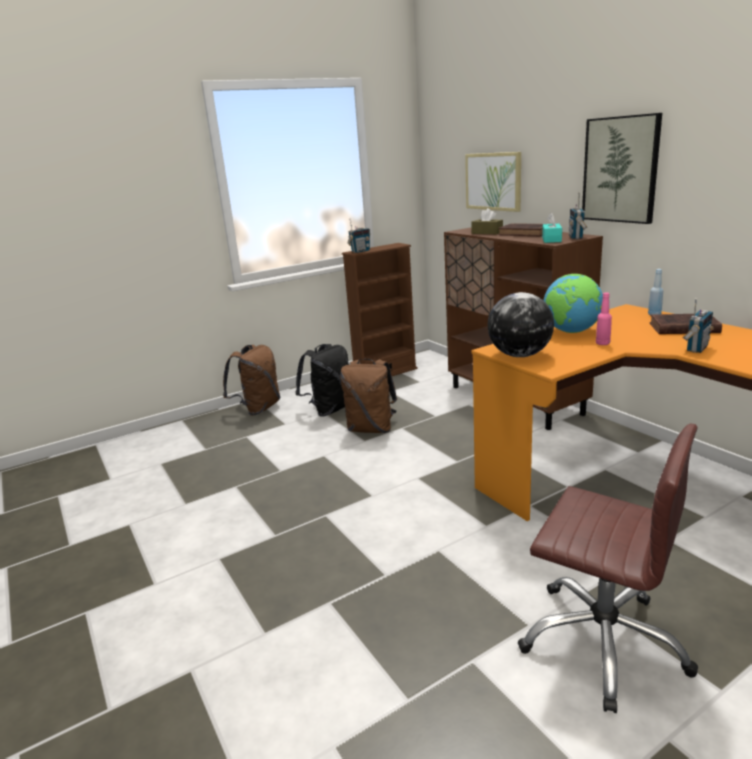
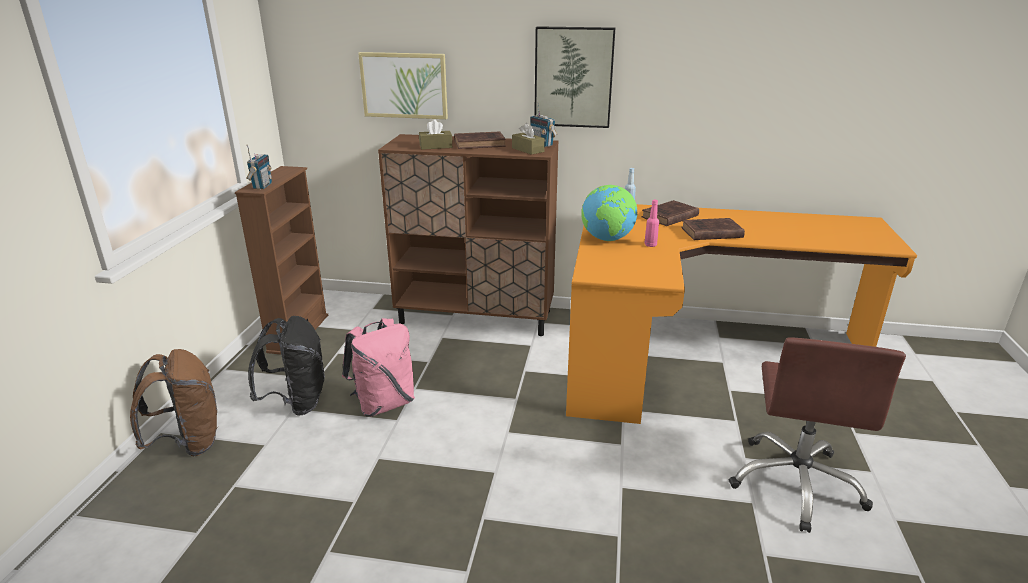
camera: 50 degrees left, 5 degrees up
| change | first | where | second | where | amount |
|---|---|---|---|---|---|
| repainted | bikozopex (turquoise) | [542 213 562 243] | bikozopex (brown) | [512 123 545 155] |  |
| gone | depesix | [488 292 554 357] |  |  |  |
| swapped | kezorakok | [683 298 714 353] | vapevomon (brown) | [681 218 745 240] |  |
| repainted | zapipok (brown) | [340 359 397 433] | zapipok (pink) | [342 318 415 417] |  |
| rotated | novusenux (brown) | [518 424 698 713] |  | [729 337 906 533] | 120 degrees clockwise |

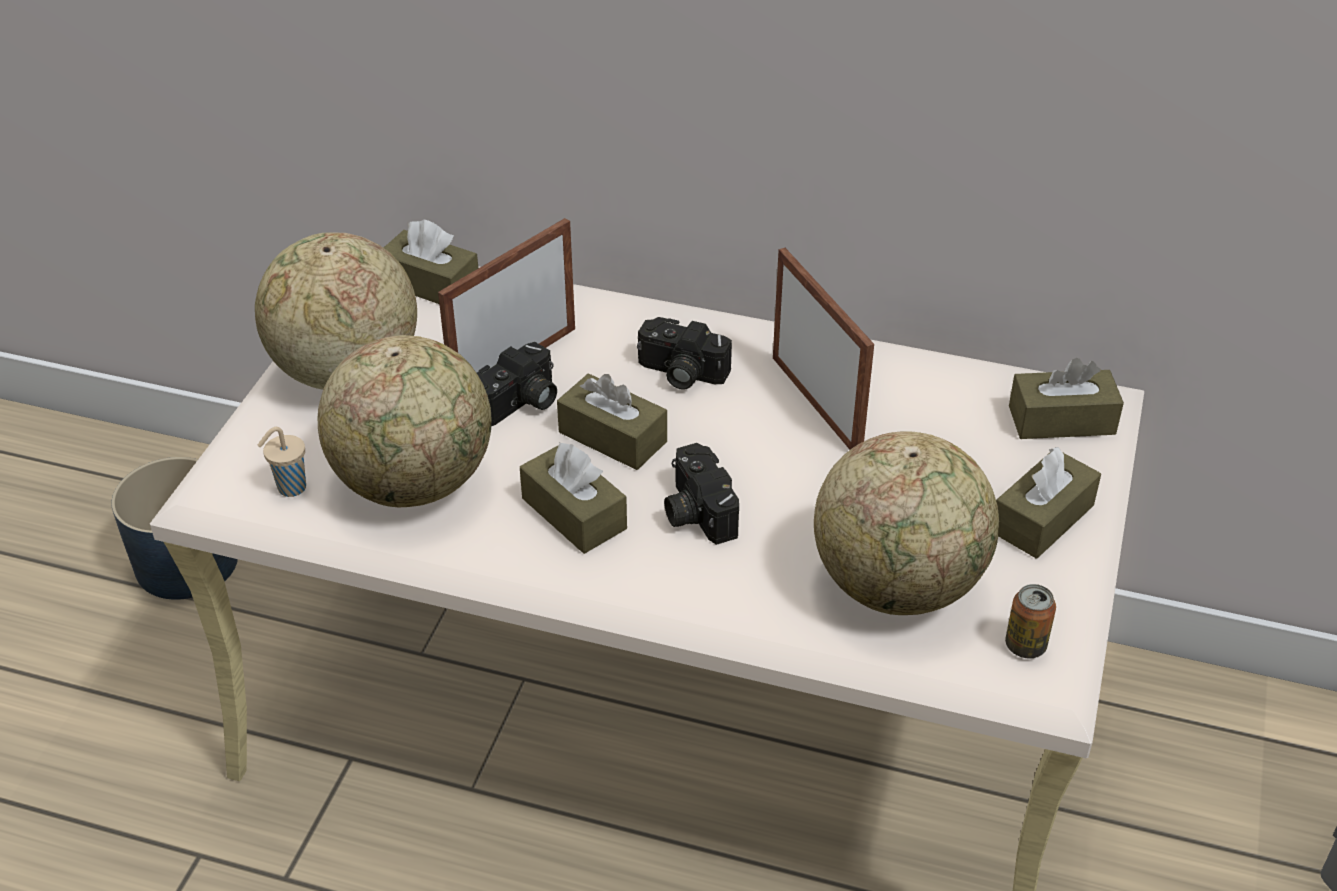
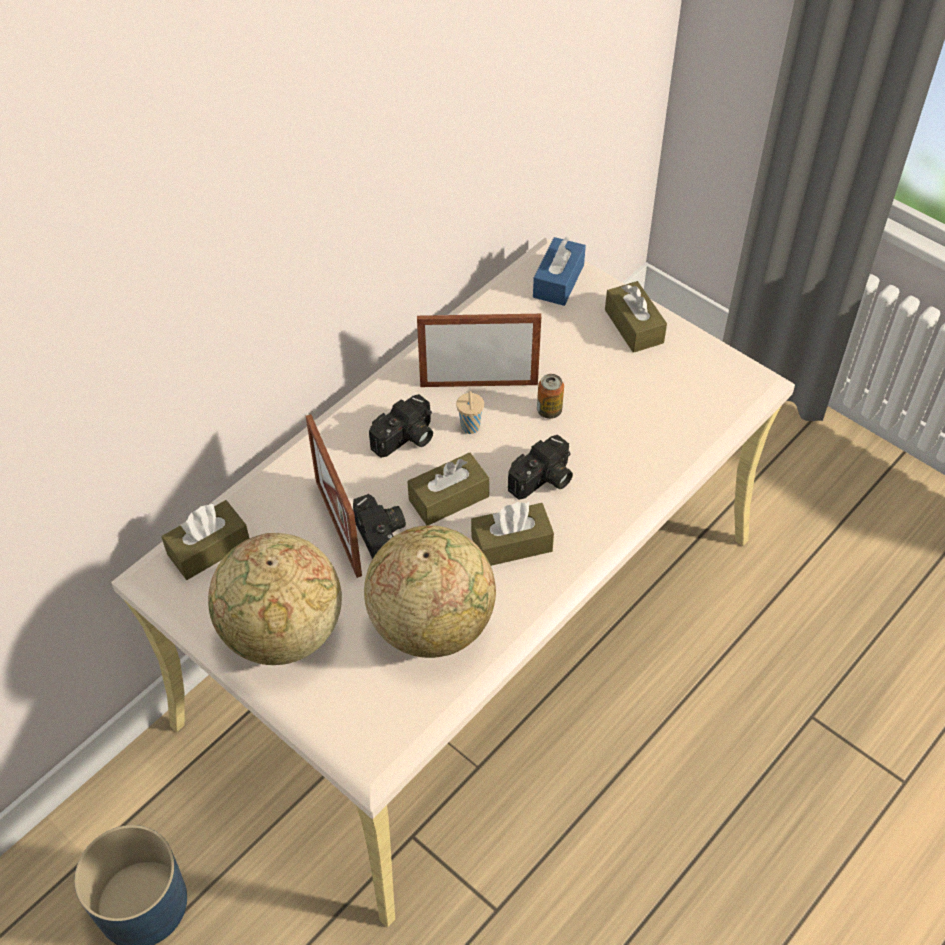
camera: 65 degrees left, 10 degrees up
| change | first | where | second | where | amount |
|---|---|---|---|---|---|
| repainted | bikozopex (brown) | [1009 358 1124 439] | bikozopex (blue) | [533 237 586 306] |  |
| shifted | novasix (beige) | [258 427 306 497] |  | [456 391 484 434] |  |
| gone | depesix | [814 431 999 615] |  |  |  |
| rotated | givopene | [664 443 739 545] |  | [508 435 573 500] | 45 degrees counterclockwise |
| shifted | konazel | [1005 584 1056 659] |  | [537 374 564 419] |  |

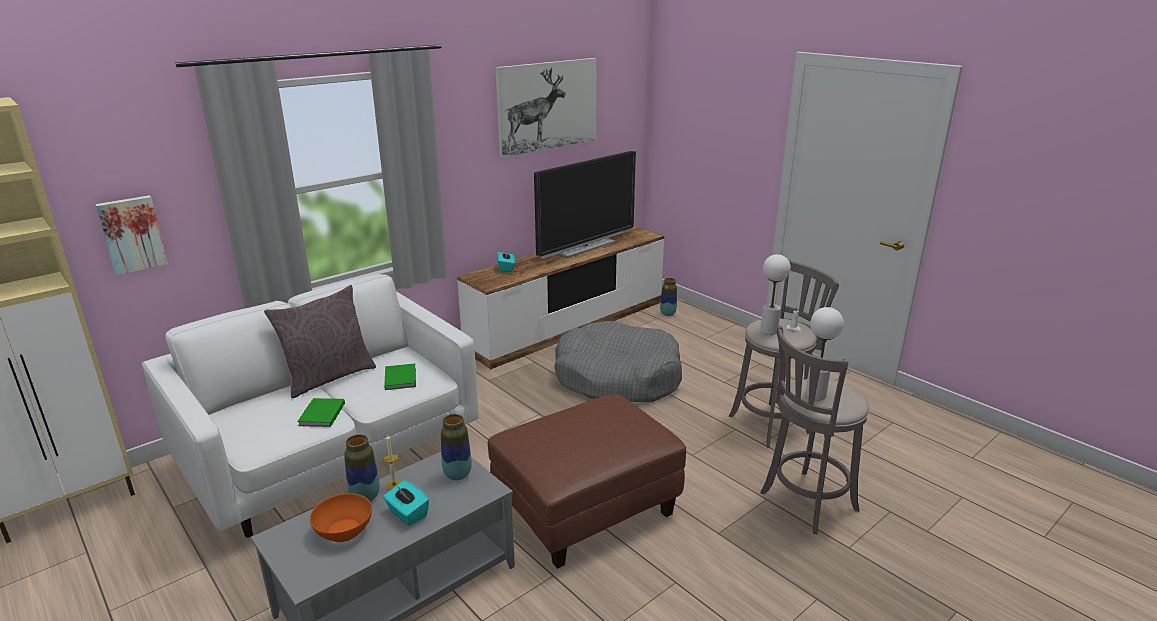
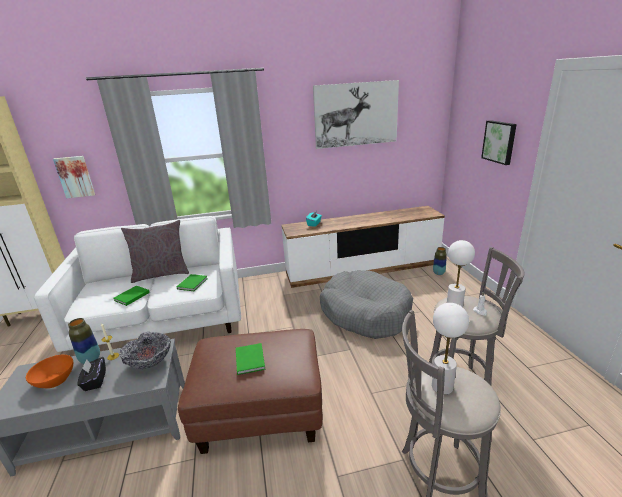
camera: 30 degrees right, 0 degrees up
| change | first | where | second | where | amount |
|---|---|---|---|---|---|
| gone | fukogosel | [534 151 636 259] |  |  |  |
| swapped | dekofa | [441 414 472 480] | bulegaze | [120 332 171 369] |  |
| repainted | bikozopex (turquoise) | [383 480 429 526] | bikozopex (black) | [77 357 106 391] |  |
| new |  |  | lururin | [481 120 517 165] |  |
| new |  |  | vapevomon (green) | [236 343 266 375] |  |

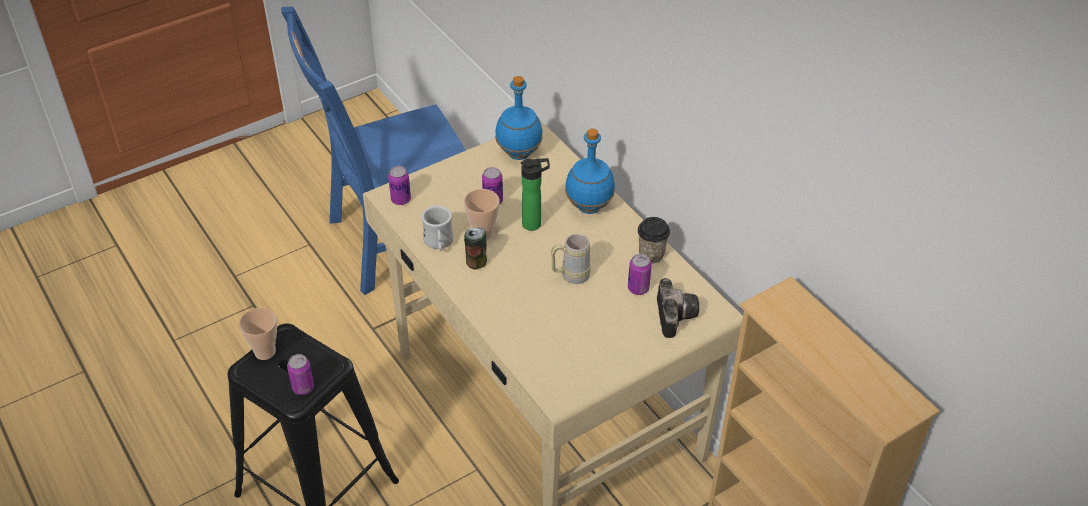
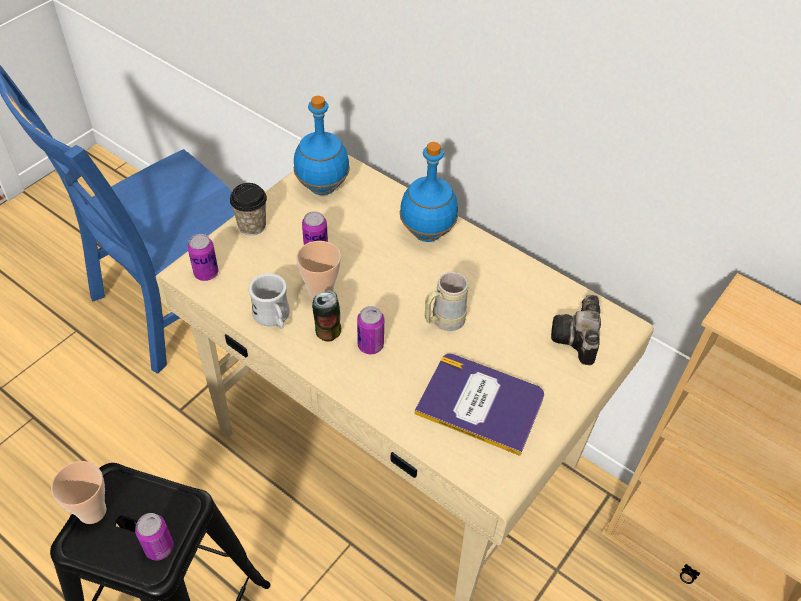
camera: 20 degrees left, 5 degrees up
| change | first | where | second | where | amount |
|---|---|---|---|---|---|
| gone | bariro | [521 158 550 231] |  |  |  |
| shifted | novasix | [638 217 670 263] |  | [230 183 267 236] |  |
| shifted | konazel | [628 254 652 295] |  | [357 306 384 354] |  |
| rotated | givopene | [657 278 699 338] |  | [551 295 601 365] | 150 degrees counterclockwise |
| new |  |  | vapevomon | [415 354 544 456] |  |

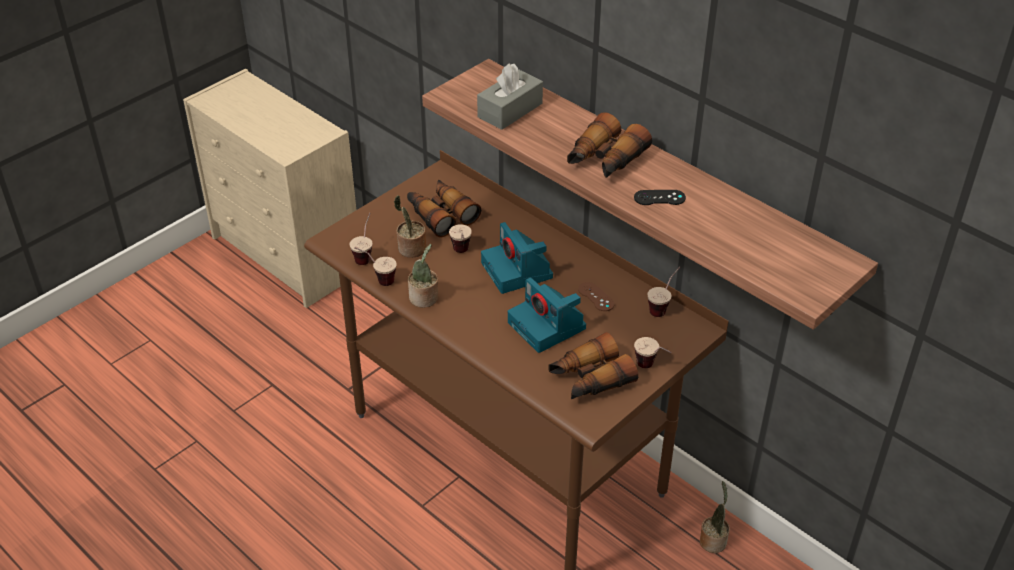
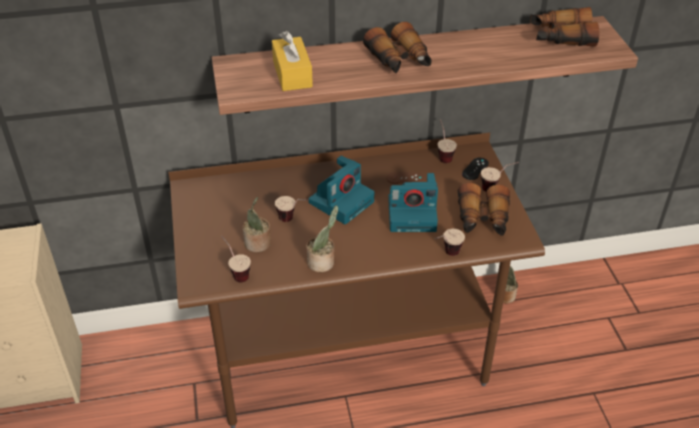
camera: 55 degrees left, 0 degrees up
| change | first | where | second | where | amount |
|---|---|---|---|---|---|
| repainted | bikozopex (grey) | [477 63 543 130] | bikozopex (yellow) | [272 31 313 91] |  |
| shifted | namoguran | [407 179 481 237] |  | [530 7 599 47] |  |
| shifted | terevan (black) | [634 190 686 205] |  | [462 158 489 180] |  |
| rotated | givopene | [481 222 553 294] |  | [308 156 374 224] | 60 degrees counterclockwise |
| shifted | novasix | [354 247 397 286] |  | [435 229 465 256] |  |

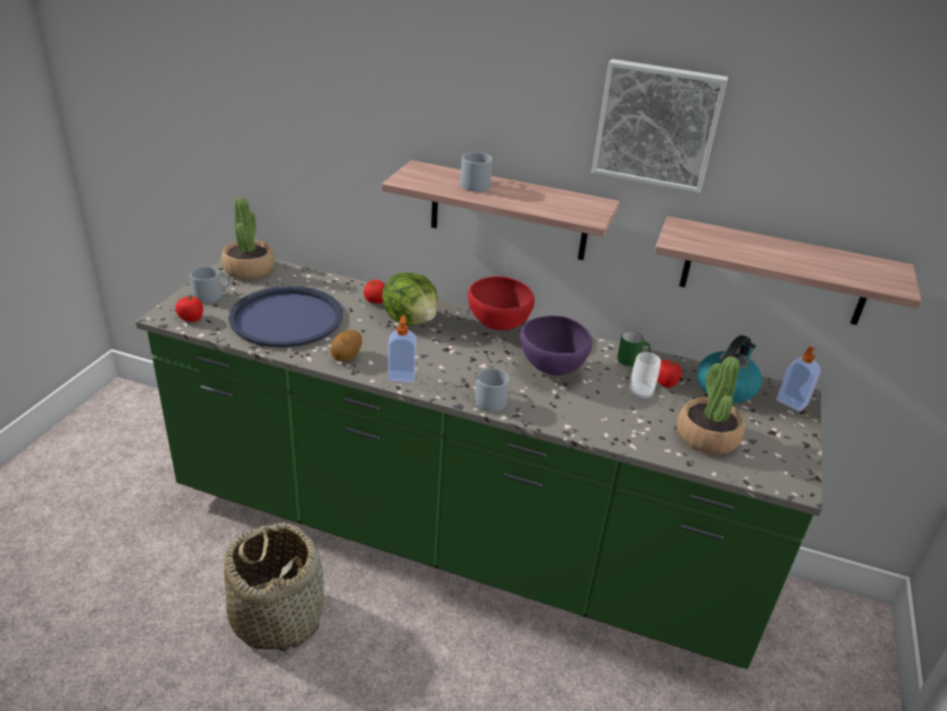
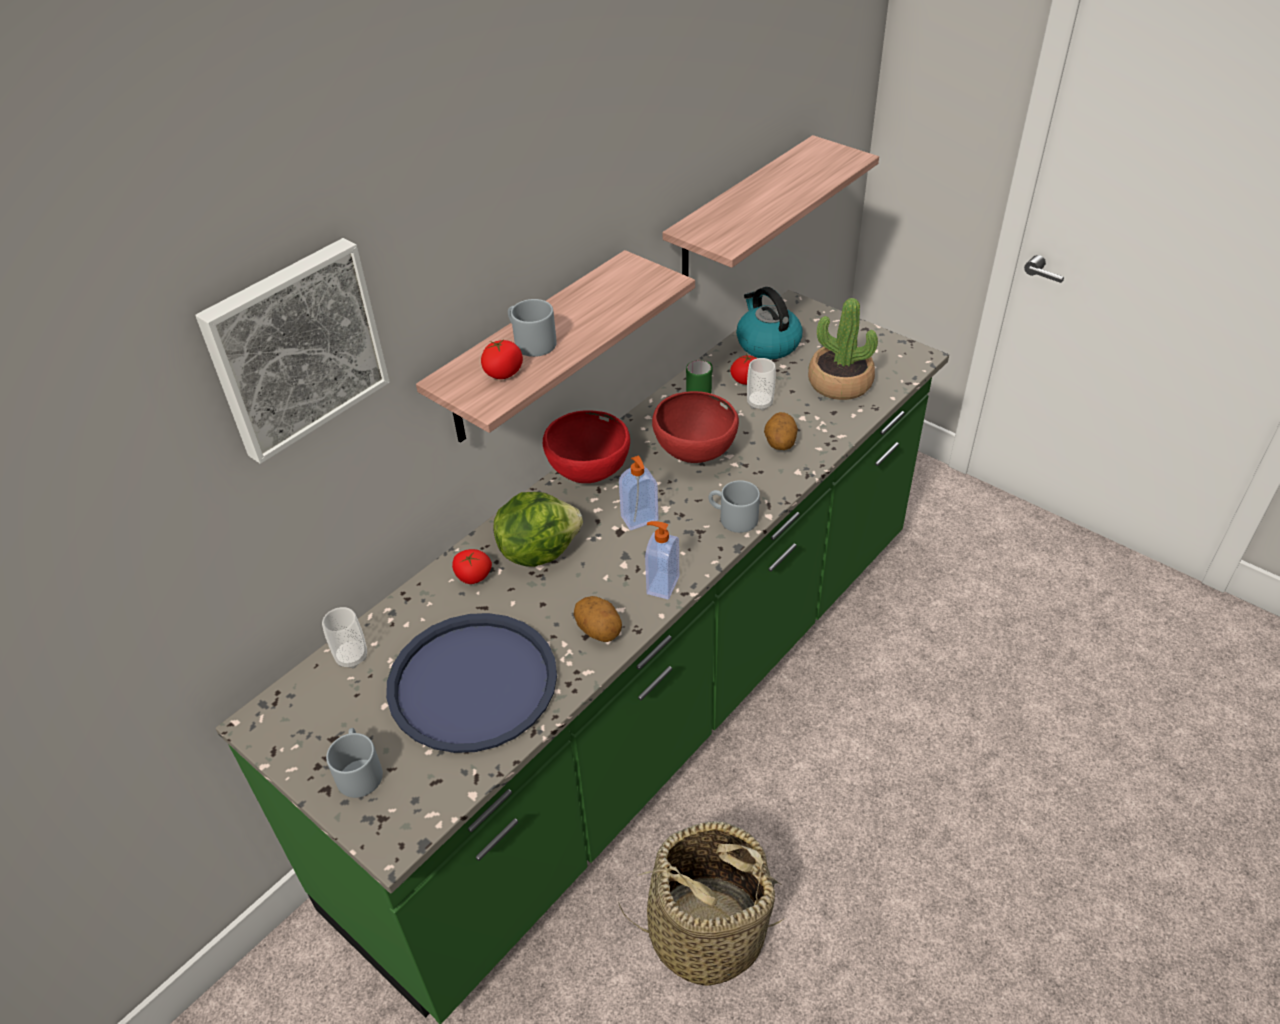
camera: 65 degrees left, 10 degrees up
| change | first | where | second | where | amount |
|---|---|---|---|---|---|
| shifted | lururin | [592 59 728 193] |  | [195 238 390 464] |  |
| gone | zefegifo | [221 197 275 279] |  |  |  |
| shifted | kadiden | [176 295 203 322] |  | [481 339 523 379] |  |
| repainted | bulegaze (purple) | [520 316 592 375] | bulegaze (red) | [652 391 739 463] |  |
| shifted | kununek | [777 346 821 412] |  | [619 455 659 530] |  |
| new |  |  | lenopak | [764 412 798 450] |  |
| new |  |  | novasix | [322 607 367 668] |  |

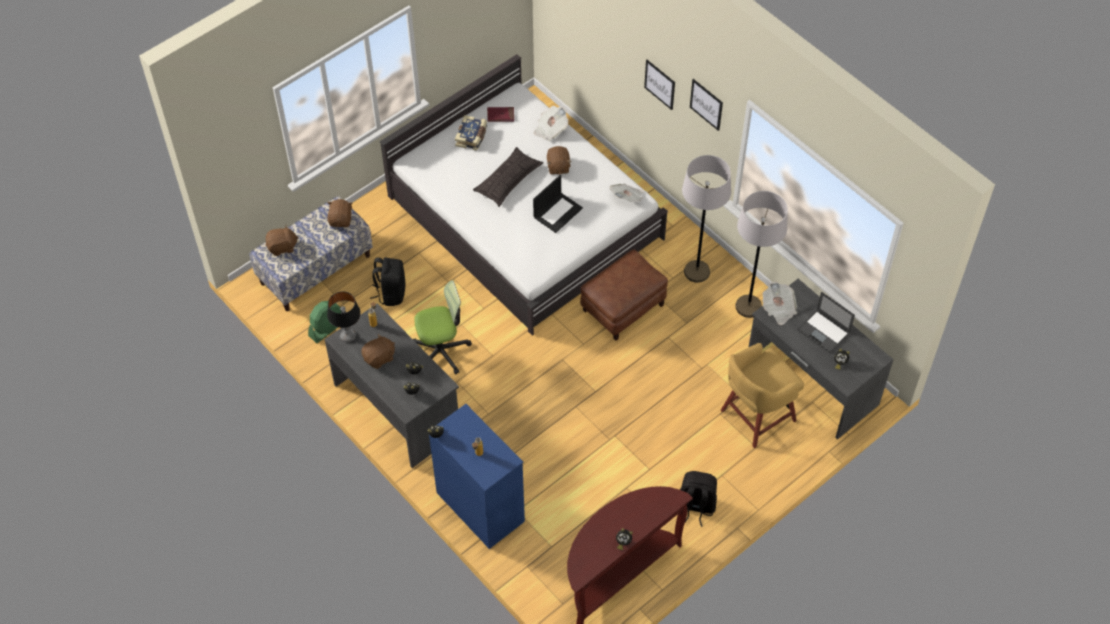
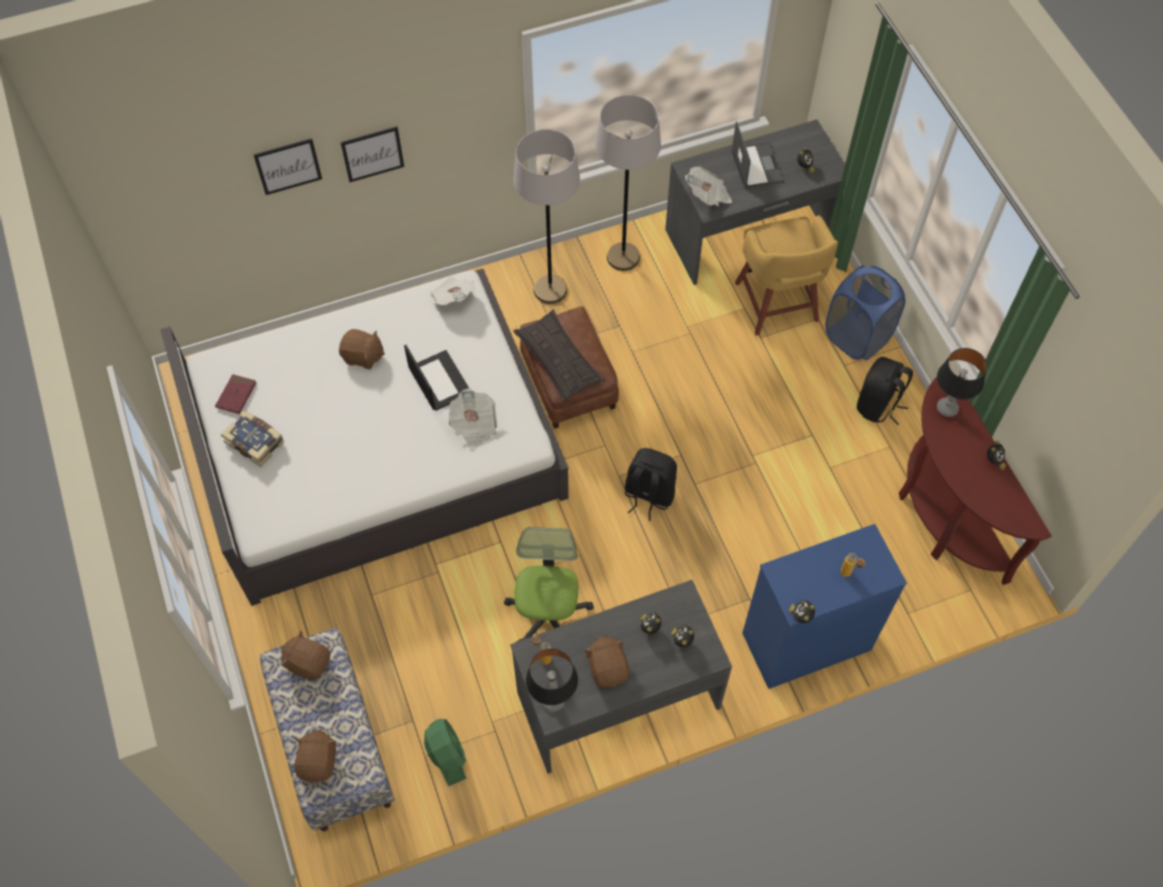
camera: 70 degrees left, 5 degrees up
| change | first | where | second | where | amount |
|---|---|---|---|---|---|
| shifted | lururin | [690 79 723 131] |  | [253 138 322 195] |  |
| shifted | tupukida | [534 106 568 141] |  | [448 388 497 449] |  |
| shifted | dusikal | [473 147 543 207] |  | [513 309 605 401] |  |
| shifted | zapipok (black) | [370 257 406 306] |  | [625 448 677 521] |  |
| rotated | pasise | [797 292 855 353] |  | [731 121 784 189] | 75 degrees counterclockwise |
| new |  |  | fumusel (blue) | [825 265 905 360] |  |
| new |  |  | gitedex | [937 348 987 417] |  |

